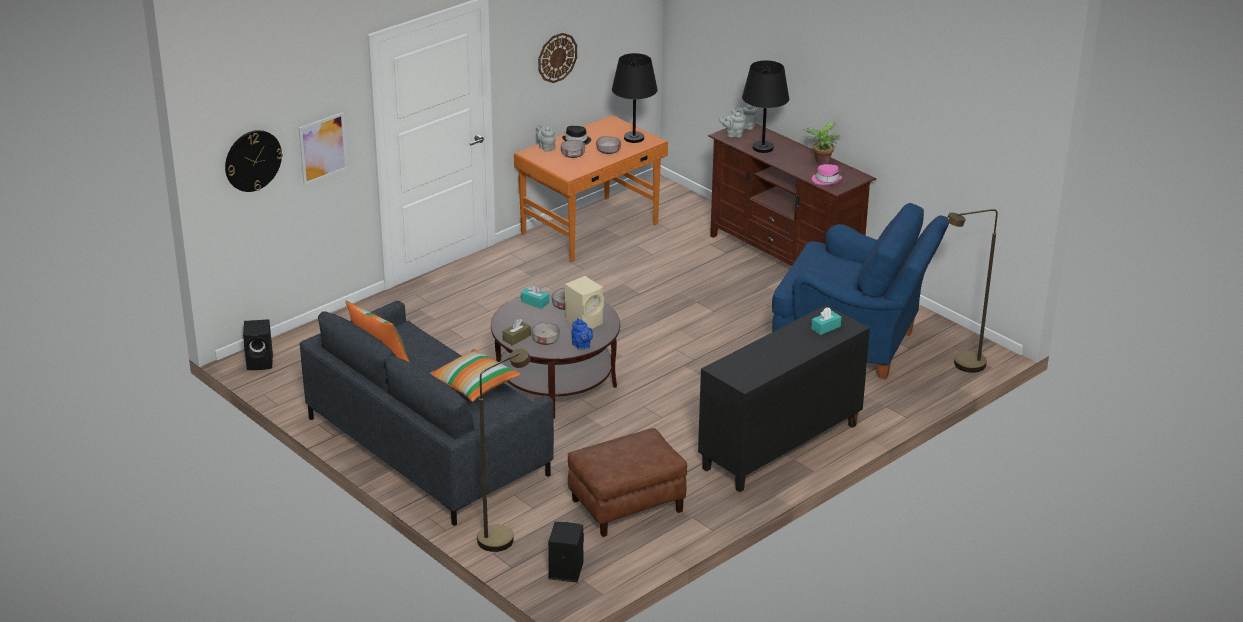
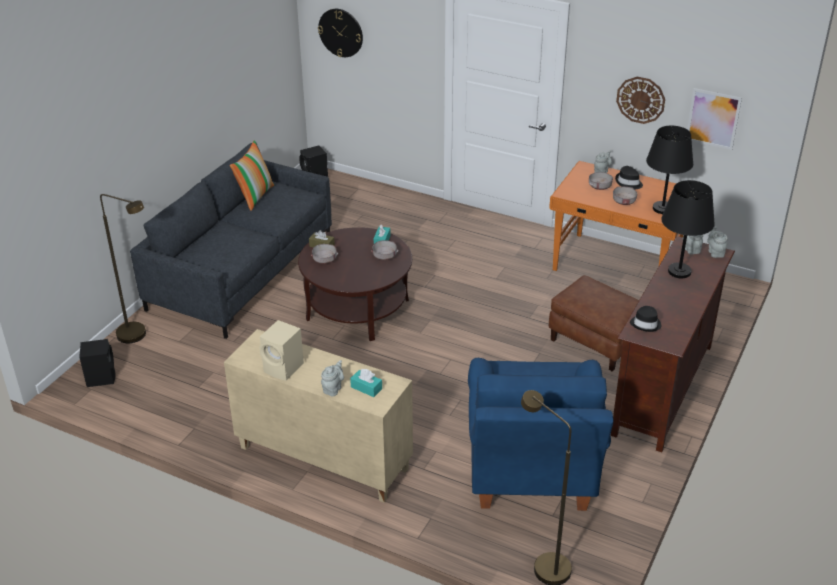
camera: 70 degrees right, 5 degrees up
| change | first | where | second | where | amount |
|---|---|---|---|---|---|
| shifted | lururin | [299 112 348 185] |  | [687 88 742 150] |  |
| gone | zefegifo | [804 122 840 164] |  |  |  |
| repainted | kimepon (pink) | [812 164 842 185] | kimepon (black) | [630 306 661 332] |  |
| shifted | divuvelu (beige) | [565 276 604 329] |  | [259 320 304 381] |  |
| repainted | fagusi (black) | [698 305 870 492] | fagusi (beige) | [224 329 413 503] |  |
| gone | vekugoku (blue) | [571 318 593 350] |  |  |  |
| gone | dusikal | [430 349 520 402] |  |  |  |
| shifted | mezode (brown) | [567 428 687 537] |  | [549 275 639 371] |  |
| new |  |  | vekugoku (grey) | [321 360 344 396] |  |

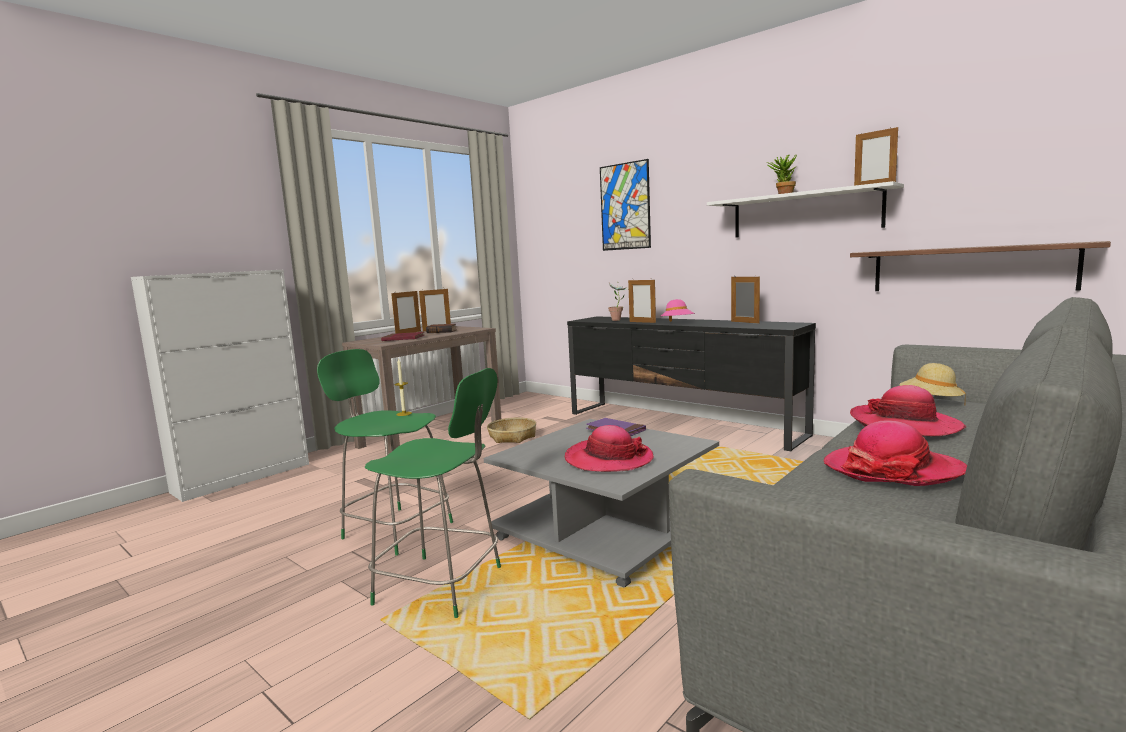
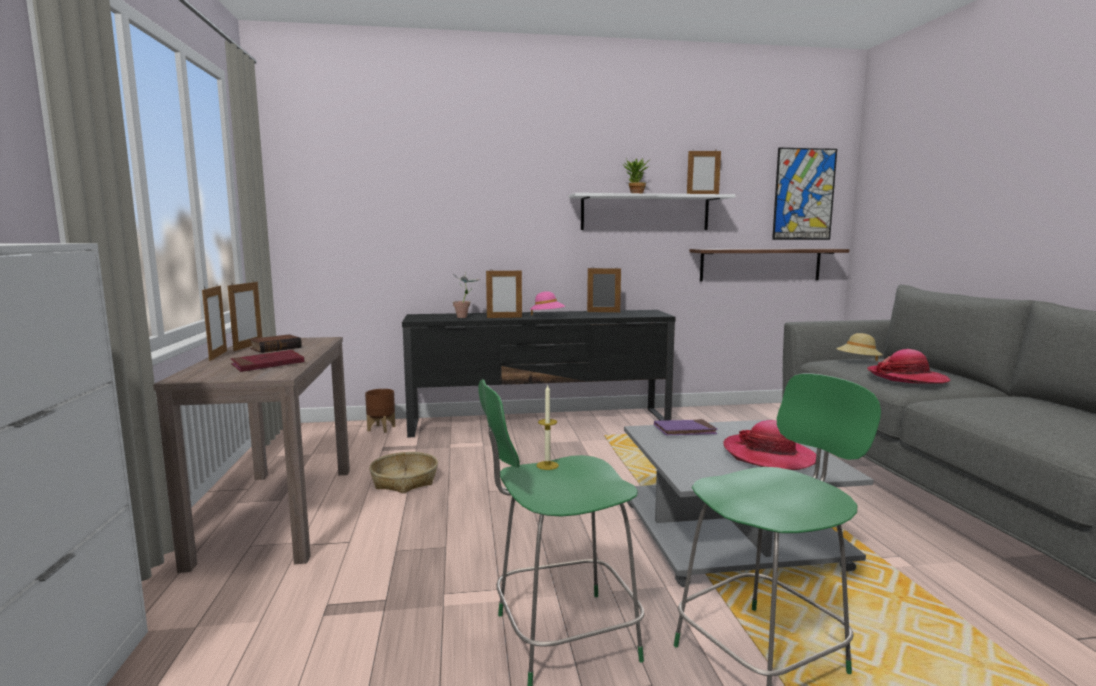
camera: 50 degrees left, 0 degrees up
| change | first | where | second | where | amount |
|---|---|---|---|---|---|
| shifted | lururin | [600 159 651 251] |  | [772 148 837 240] |  |
| gone | kimepon | [824 421 967 486] |  |  |  |
| new |  |  | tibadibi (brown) | [365 389 395 433] |  |

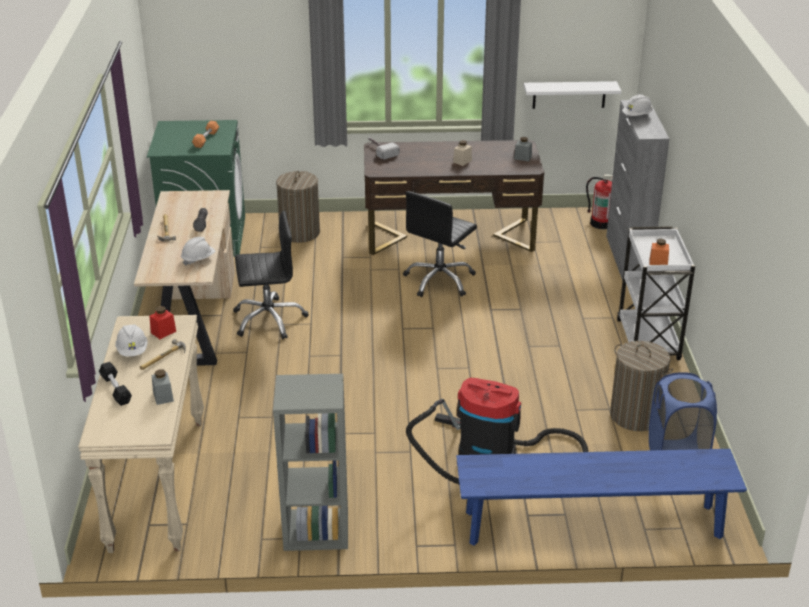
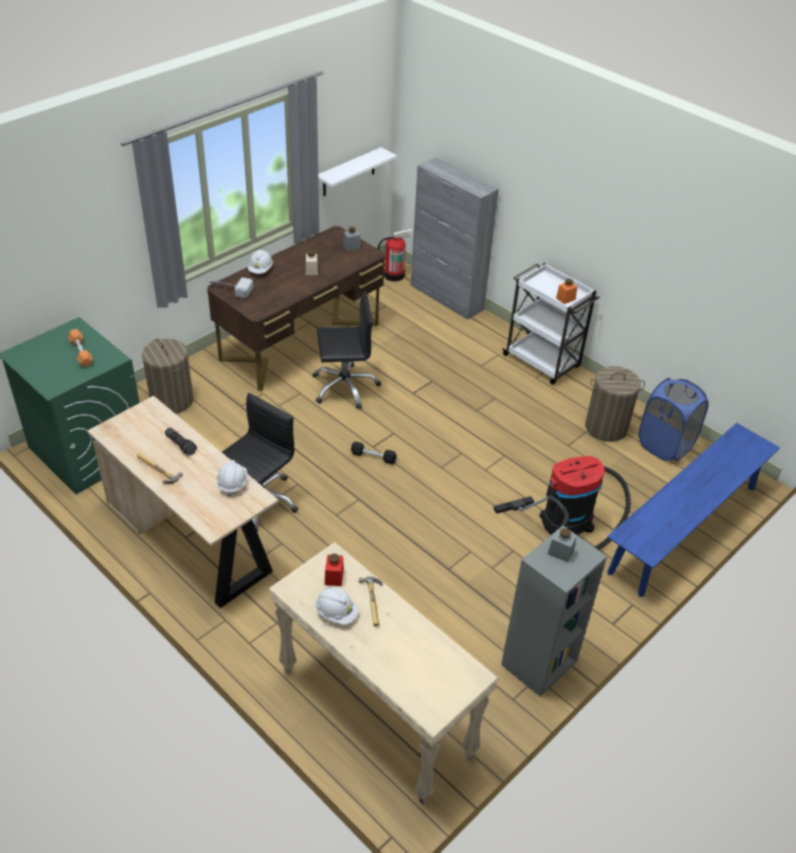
camera: 45 degrees left, 10 degrees up
| change | first | where | second | where | amount |
|---|---|---|---|---|---|
| shifted | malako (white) | [622 94 653 116] |  | [248 250 273 274] |  |
| rotated | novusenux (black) | [403 191 477 297] |  | [312 291 381 409] | 90 degrees counterclockwise |
| shifted | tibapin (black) | [99 362 132 406] |  | [351 442 397 464] |  |
| shifted | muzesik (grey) | [152 369 174 405] |  | [548 528 577 562] |  |

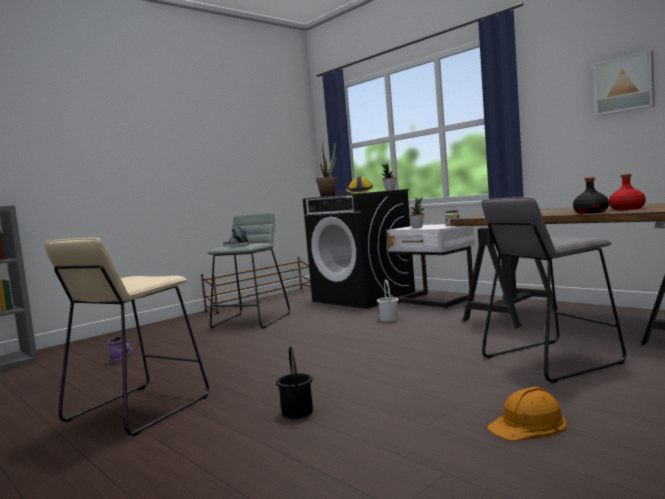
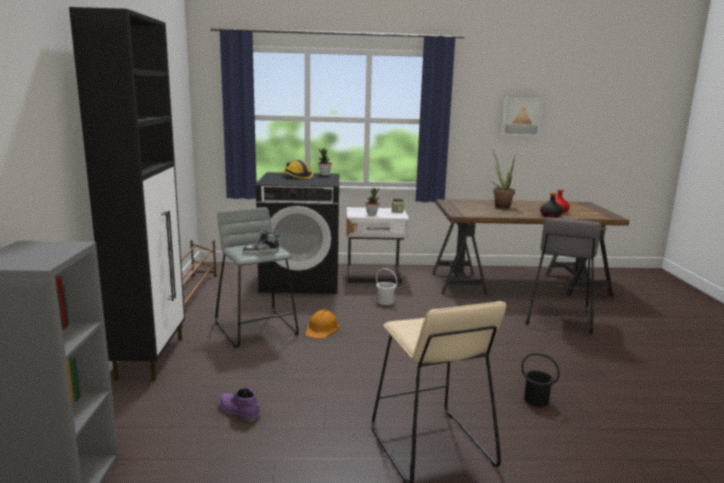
camera: 50 degrees left, 10 degrees up
| change | first | where | second | where | amount |
|---|---|---|---|---|---|
| shifted | zefegifo | [316 142 337 197] |  | [491 150 515 209] |  |
| shifted | malako (orange) | [487 387 566 441] |  | [306 309 339 339] |  |
| new |  |  | fagusi (black) | [69 7 185 381] |  |

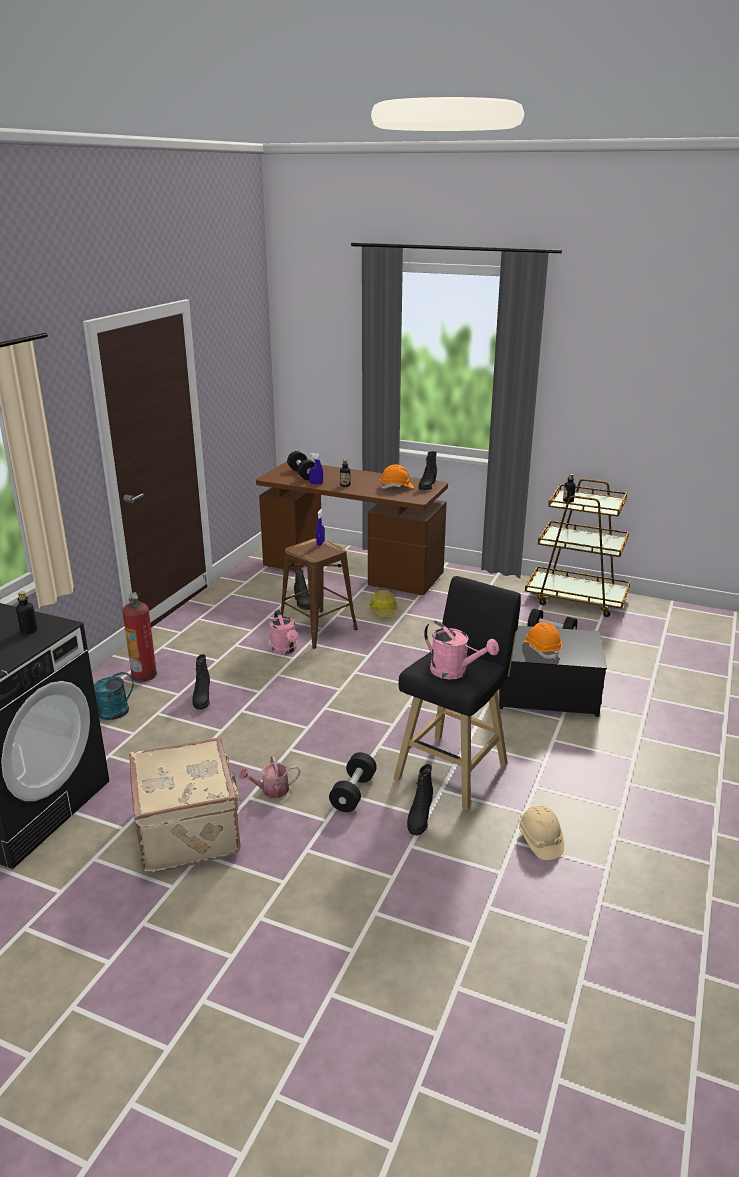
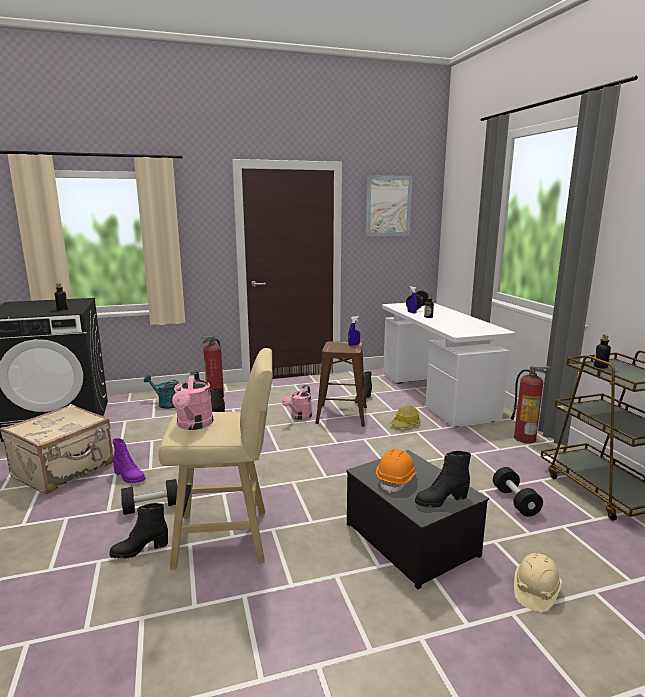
camera: 50 degrees right, 10 degrees down
| change | first | where | second | where | amount |
|---|---|---|---|---|---|
| shifted | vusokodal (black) | [418 451 437 490] |  | [415 451 471 508] |  |
| repainted | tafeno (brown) | [256 461 448 595] | tafeno (white) | [382 303 515 427] |  |
| gone | malako (orange) | [380 464 414 489] |  |  |  |
| repainted | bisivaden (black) | [394 576 521 810] | bisivaden (beige) | [158 348 273 569] |  |
| swapped | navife | [239 756 300 798] | vusokodal (purple) | [113 438 146 483] |  |
| shifted | malako (beige) | [518 806 564 860] |  | [514 553 562 612] |  |
| new |  |  | lururin | [366 175 412 236] |  |
| new |  |  | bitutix | [511 366 550 443] |  |

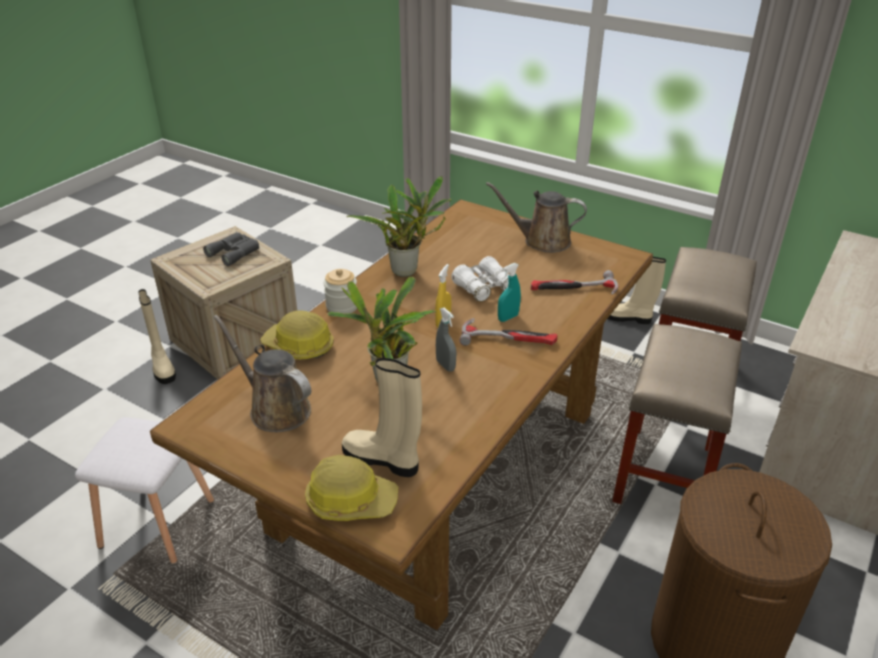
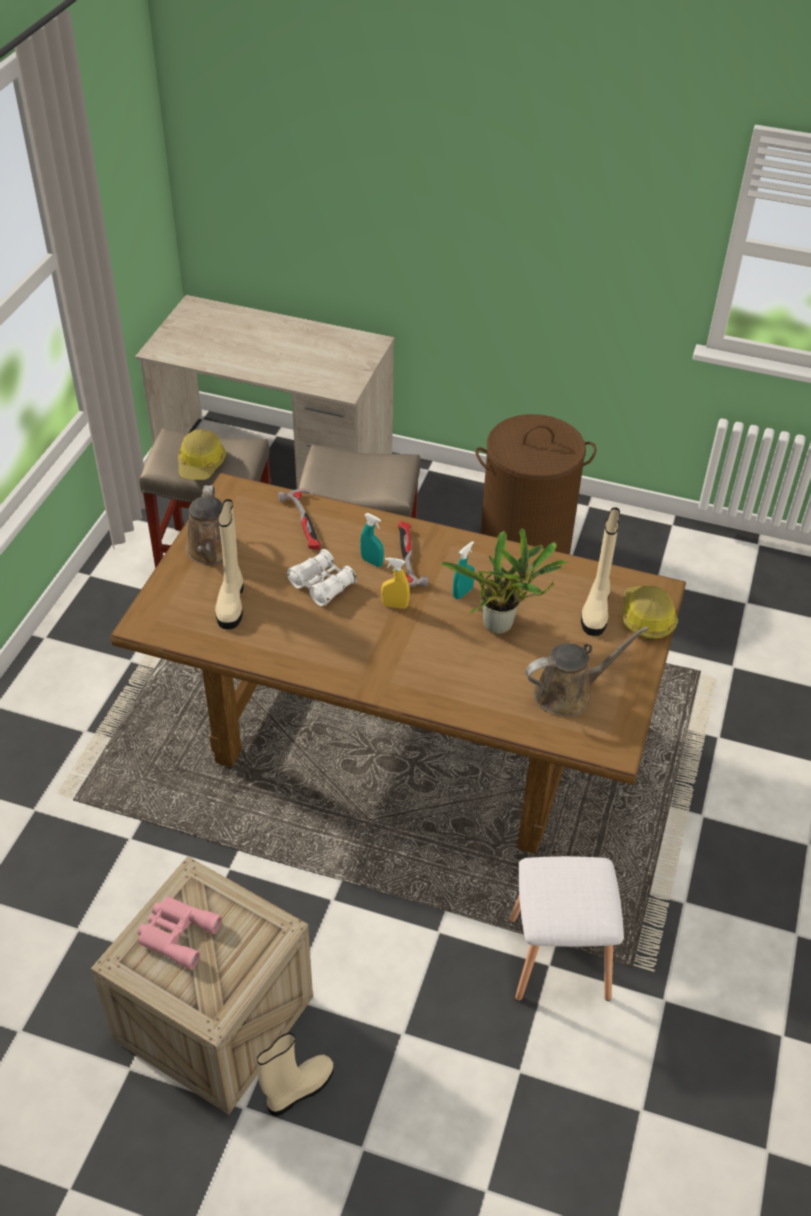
camera: 105 degrees left, 10 degrees up
| change | first | where | second | where | amount |
|---|---|---|---|---|---|
| gone | zefegifo | [346 176 451 277] |  |  |  |
| repainted | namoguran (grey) | [203 232 259 266] | namoguran (pink) | [138 896 222 970] |  |
| shifted | vusokodal (beige) | [608 257 666 324] |  | [215 499 244 629] |  |
| gone | muzesik | [324 269 357 313] |  |  |  |
| repainted | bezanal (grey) | [436 308 456 372] | bezanal (turquoise) | [453 541 475 599] |  |
| shifted | malako | [260 311 333 360] |  | [178 429 226 480] |  |
| rotated | navife (brown) | [214 315 311 432] |  | [525 626 649 717] | 135 degrees counterclockwise |

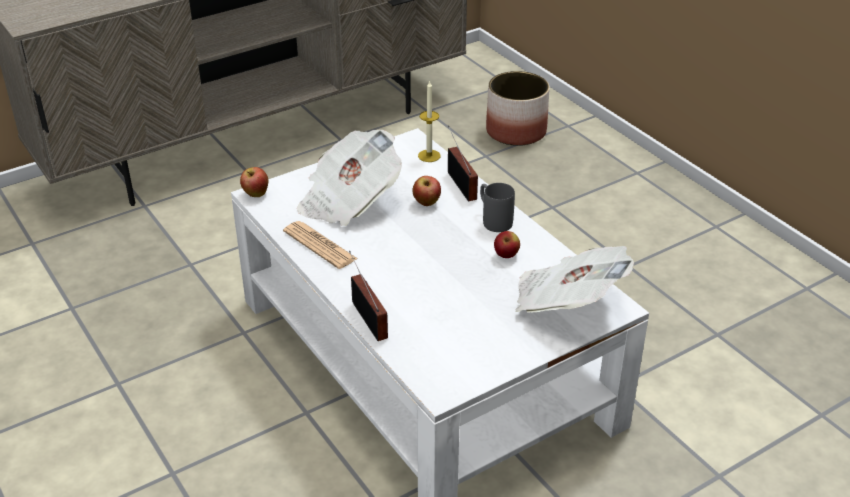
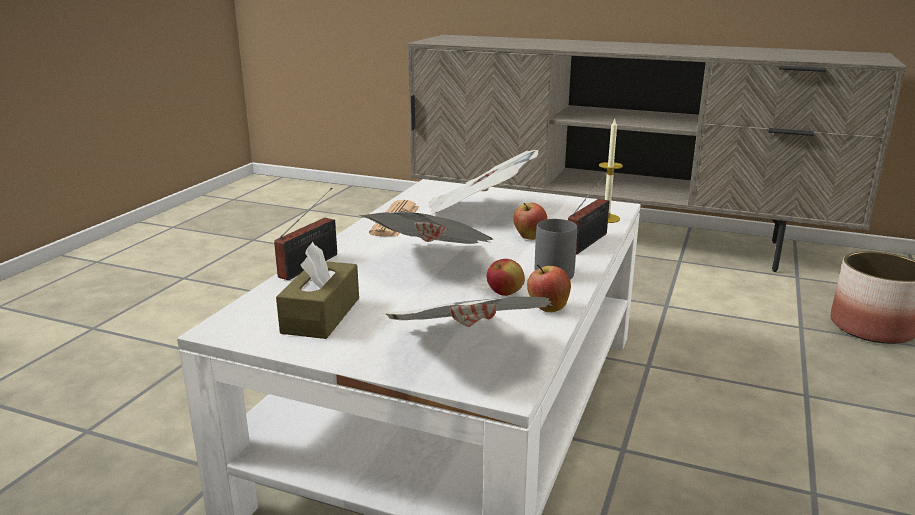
camera: 55 degrees right, 15 degrees down
| change | first | where | second | where | amount |
|---|---|---|---|---|---|
| shifted | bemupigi | [240 167 268 197] |  | [527 263 571 312] |  |
| new |  |  | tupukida | [359 212 493 244] |  |
| new |  |  | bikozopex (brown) | [276 242 359 339] |  |

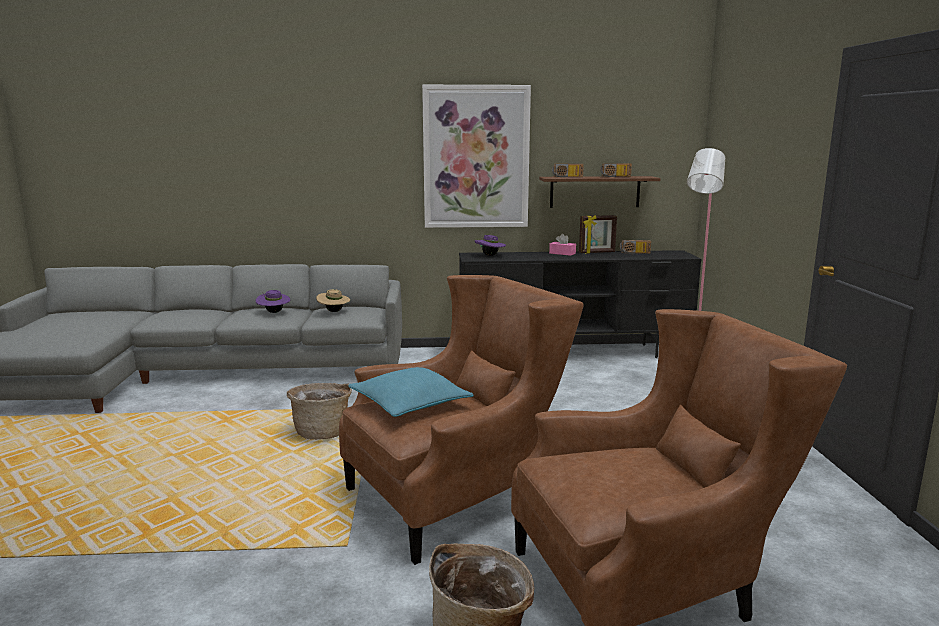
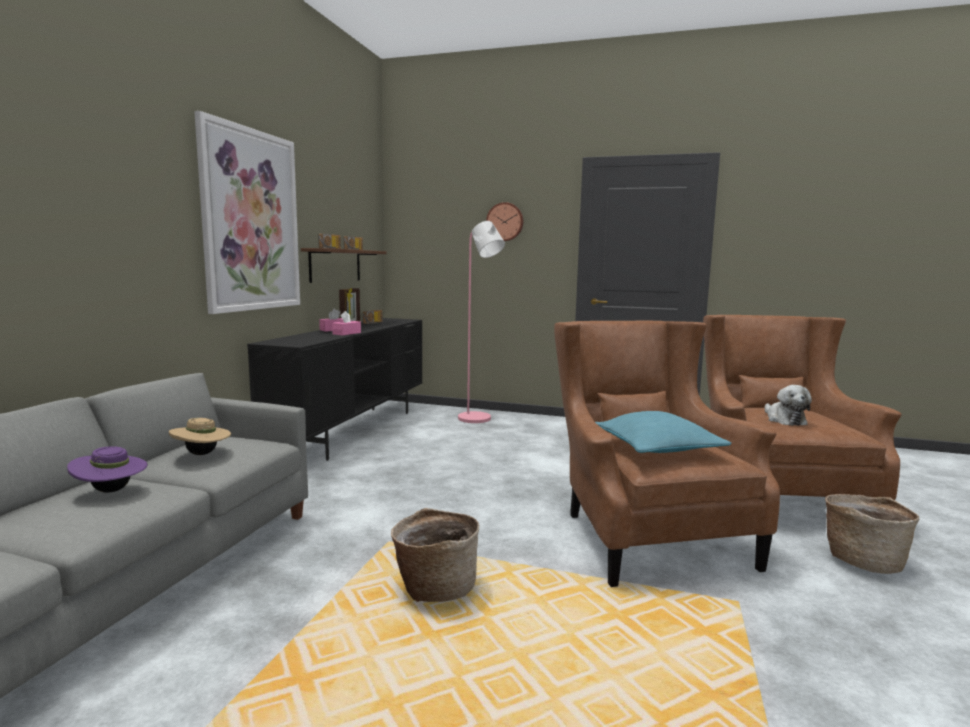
camera: 70 degrees left, 5 degrees down
| change | first | where | second | where | amount |
|---|---|---|---|---|---|
| gone | kimepon (purple) | [475 235 506 256] |  |  |  |
| new |  |  | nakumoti | [486 202 523 241] |  |
| new |  |  | bikozopex (pink) | [332 311 361 335] |  |
| new |  |  | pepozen | [765 385 812 426] |  |

